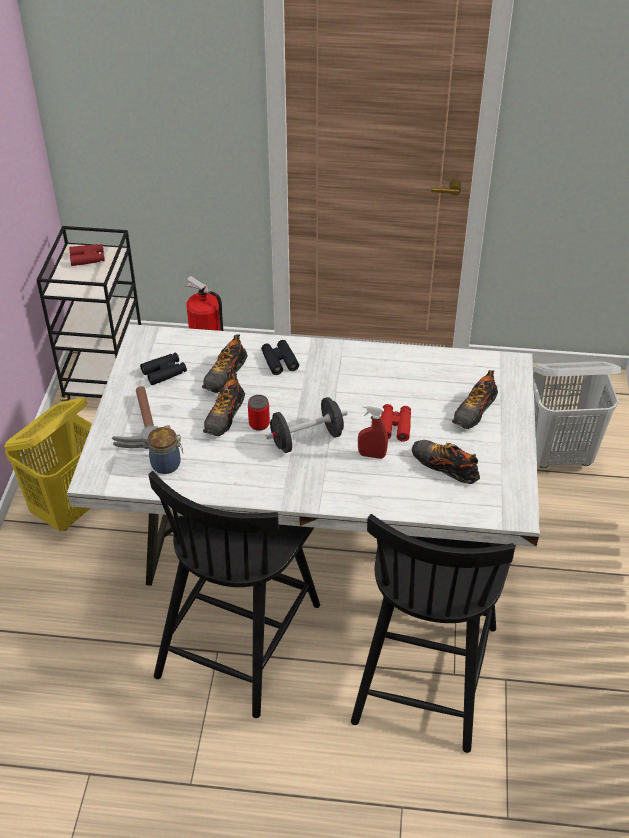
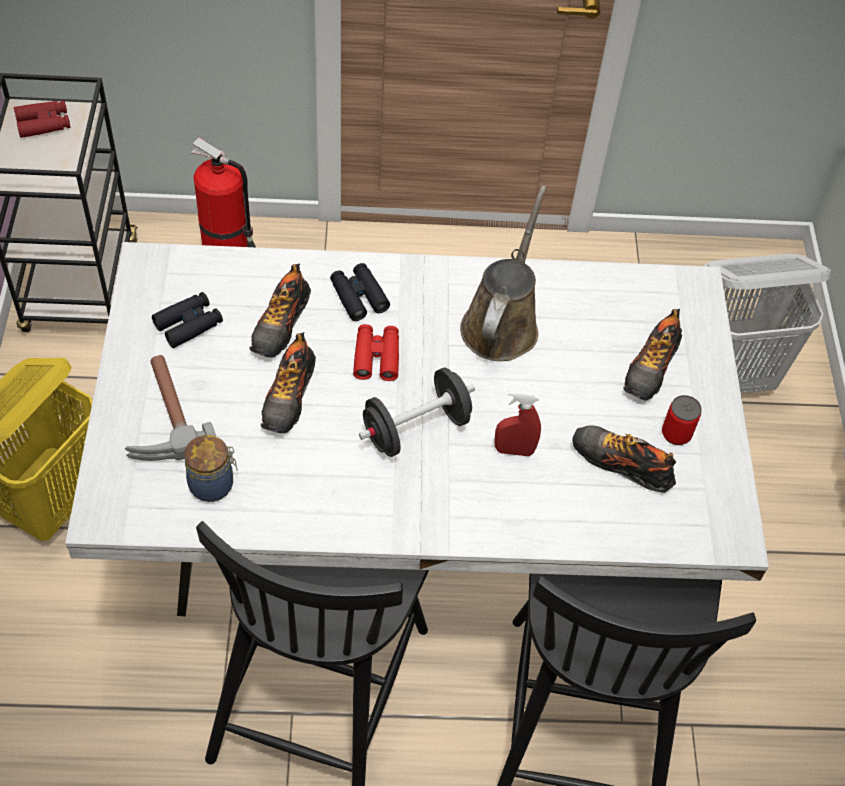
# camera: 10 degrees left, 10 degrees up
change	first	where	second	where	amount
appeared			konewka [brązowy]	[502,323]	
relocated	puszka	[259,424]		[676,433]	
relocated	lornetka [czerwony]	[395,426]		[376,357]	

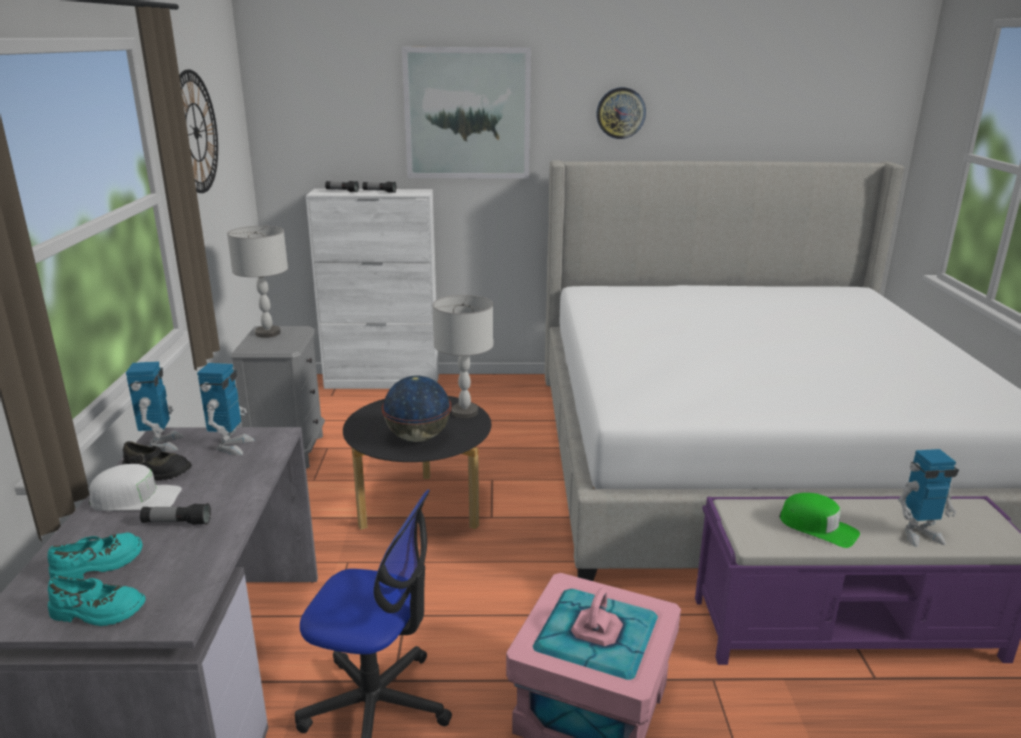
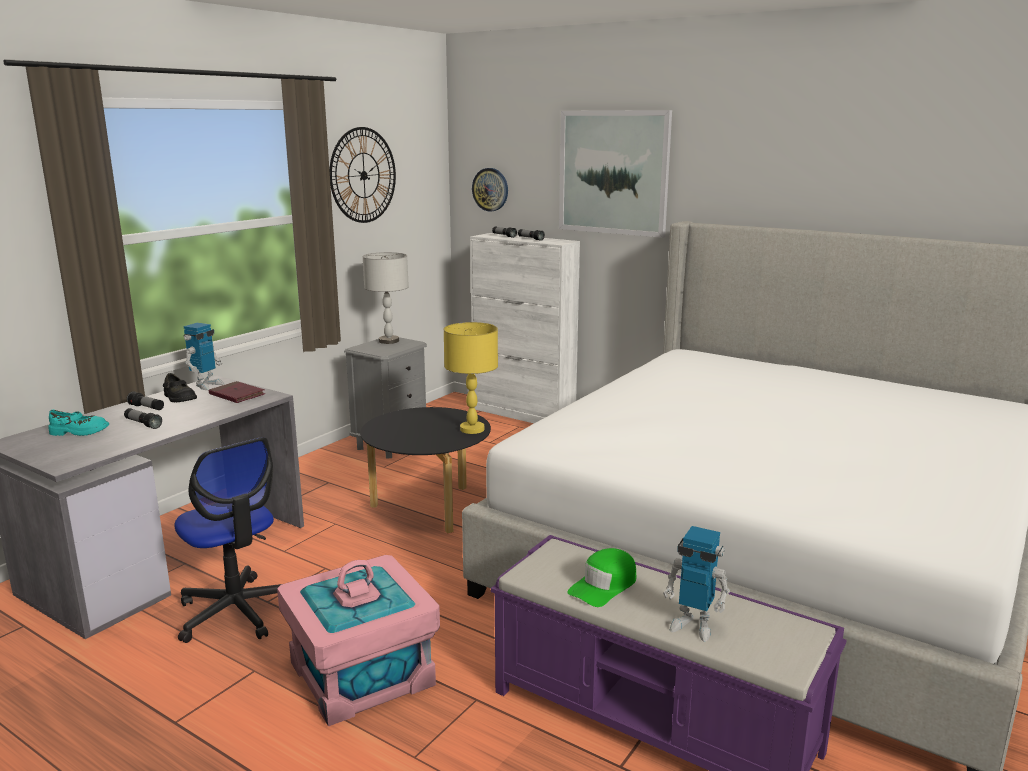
# camera: 35 degrees right, 5 degrees down
change	first	where	second	where	amount
missing	but [turkusowy]	[97,612]			
missing	globus	[417,437]			
relocated	zegar ścienny	[620,113]		[490,189]	
exchanged	czapka z daszkiem [biały]	[136,499]	latarka	[146,408]	
exchanged	robot zabawkowy	[231,446]	książka [czerwony]	[237,395]	
colour	lampa stołowa [szary]	[464,412]	lampa stołowa [żółty]	[471,429]	
spun	czapka z daszkiem [zielony]	[818,527]		[604,585]	60 degrees clockwise

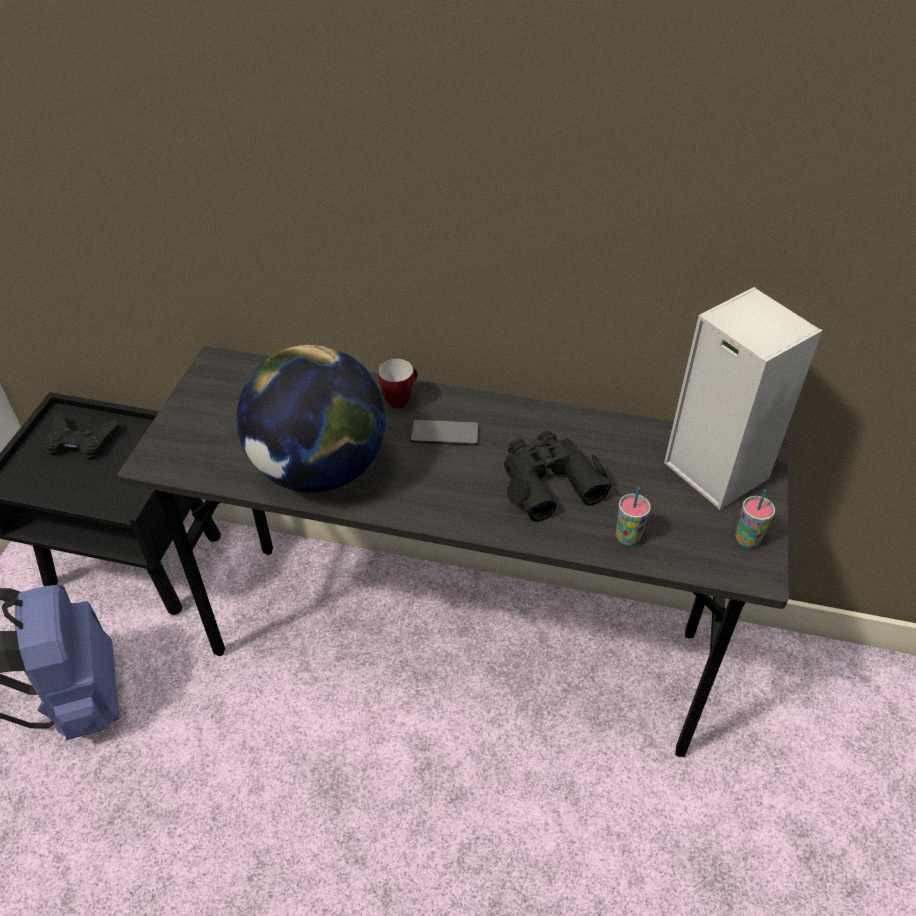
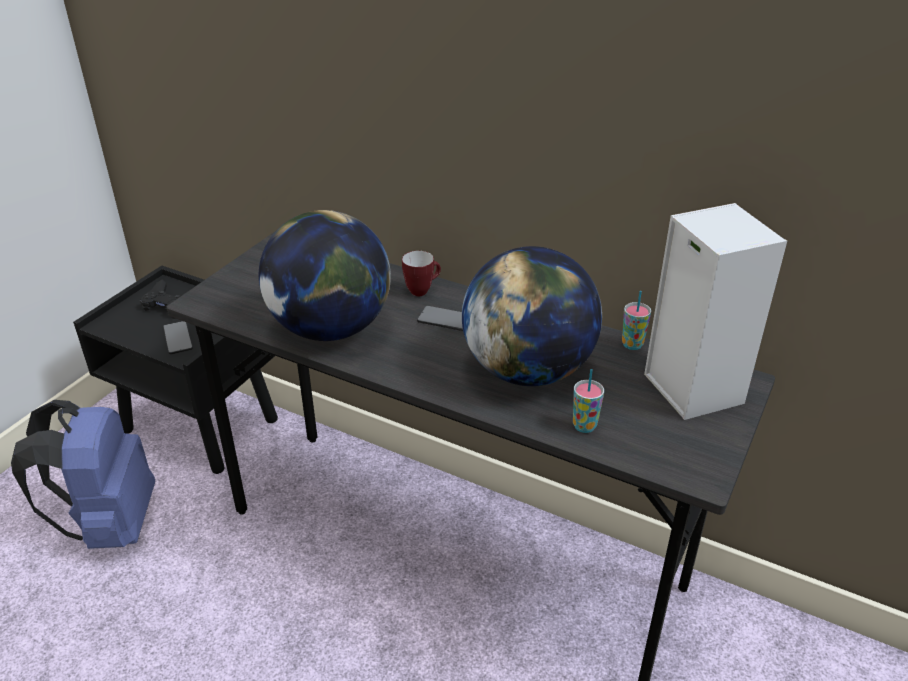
# camera: 15 degrees right, 10 degrees down
change	first	where	second	where	amount
appeared			telefon	[178,338]	
relocated	filiżanka	[747,540]		[632,345]	
exchanged	lornetka [czarny]	[548,481]	globus	[528,370]	

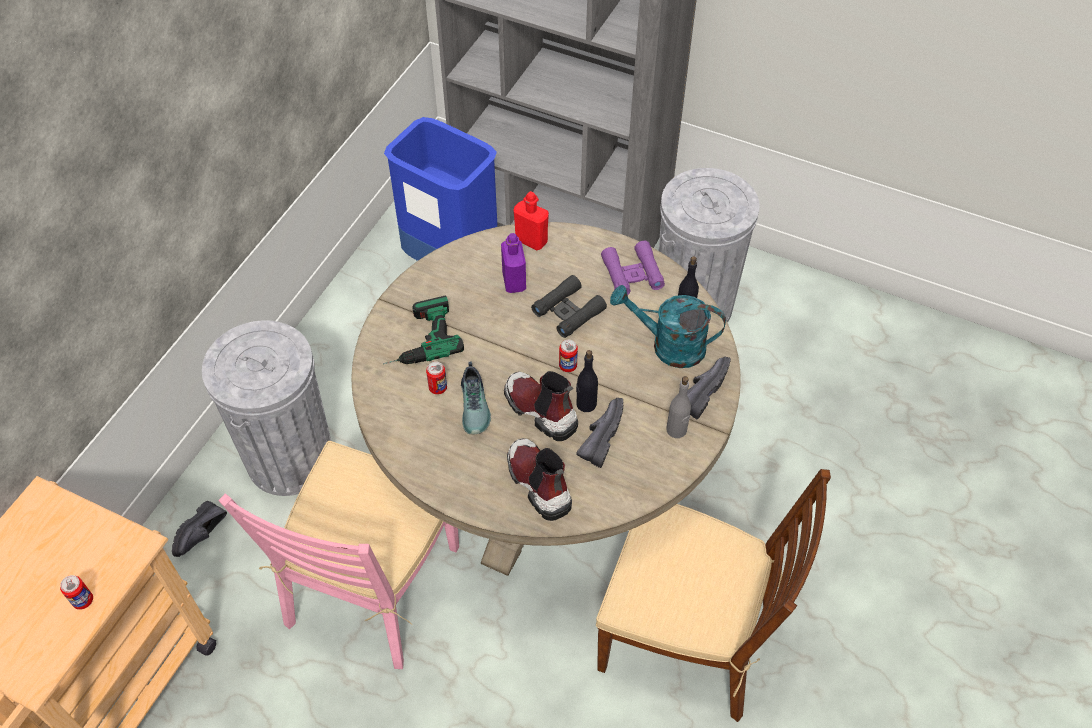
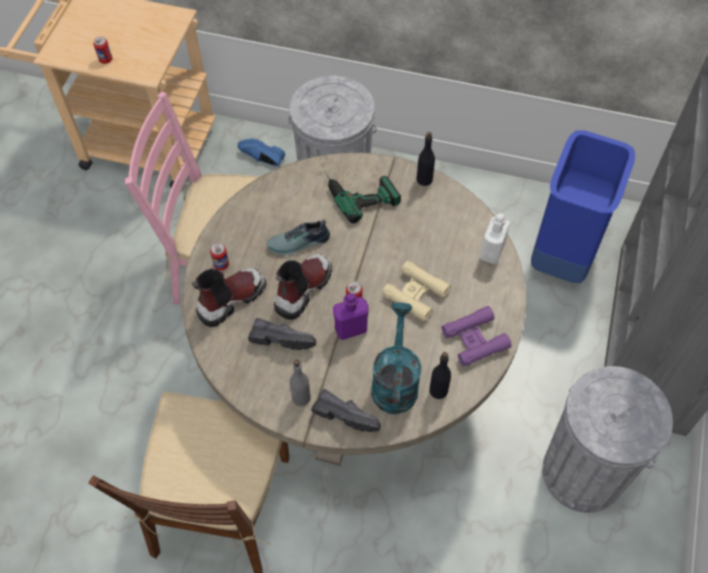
# camera: 80 degrees right, 5 degrees up
change	first	where	second	where	amount
relocated	puszka	[438,388]		[221,264]	
relocated	butelka [fioletowy]	[514,281]		[351,329]	
relocated	butelka [czarny]	[586,404]		[424,179]	
colour	but [czarny]	[203,535]	but [niebieski]	[261,159]	
colour	butelka [czerwony]	[531,240]	butelka [biały]	[492,252]	
colour	lornetka [czarny]	[568,311]	lornetka [beżowy]	[415,294]	

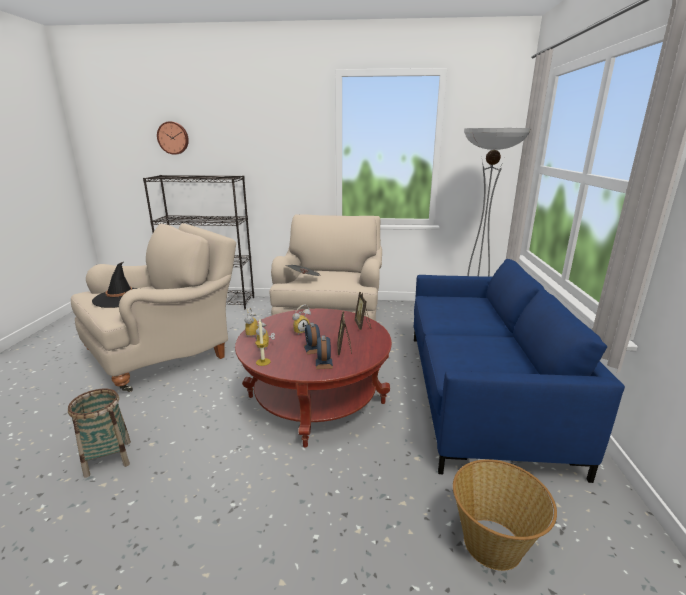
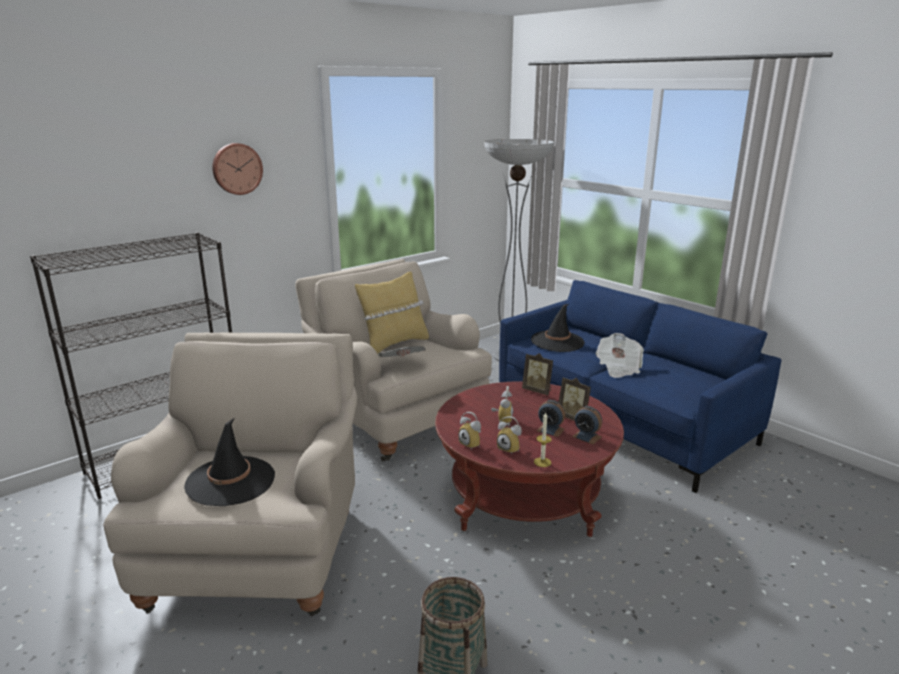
# camera: 45 degrees left, 0 degrees up
change	first	where	second	where	amount
missing	koszyk	[493,544]			
appeared			poduszka [żółty]	[394,344]	
appeared			kapelusz [czarny]	[557,341]	
appeared			gazeta	[618,368]	
relocated	zegar ścienny	[173,138]		[236,168]	

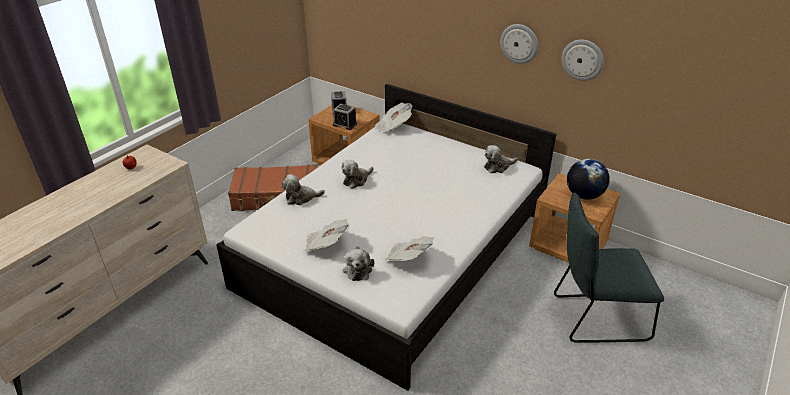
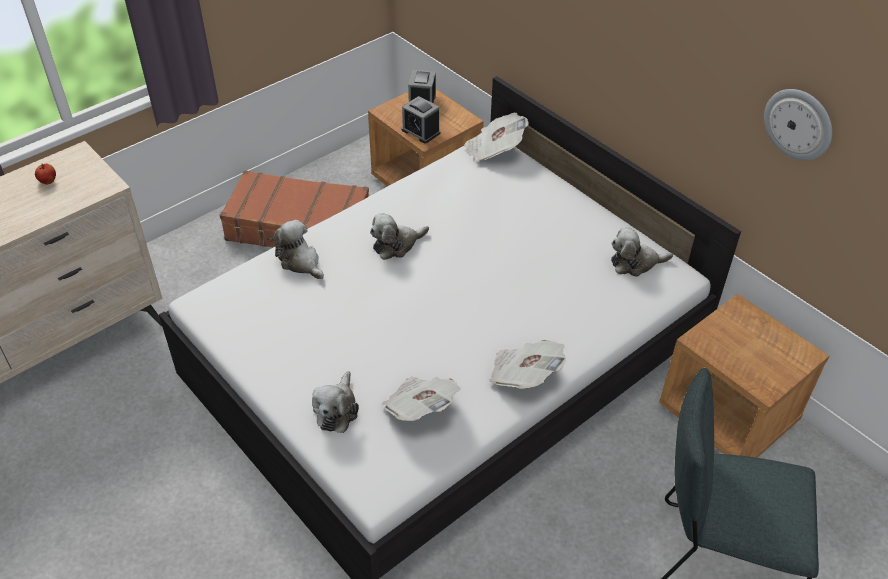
# camera: 15 degrees right, 10 degrees up
change	first	where	second	where	amount
missing	zegar ścienny	[519,43]			
missing	globus	[584,195]			
relocated	gazeta	[326,244]		[524,375]	
spun	pluszak	[301,198]		[301,262]	45 degrees clockwise

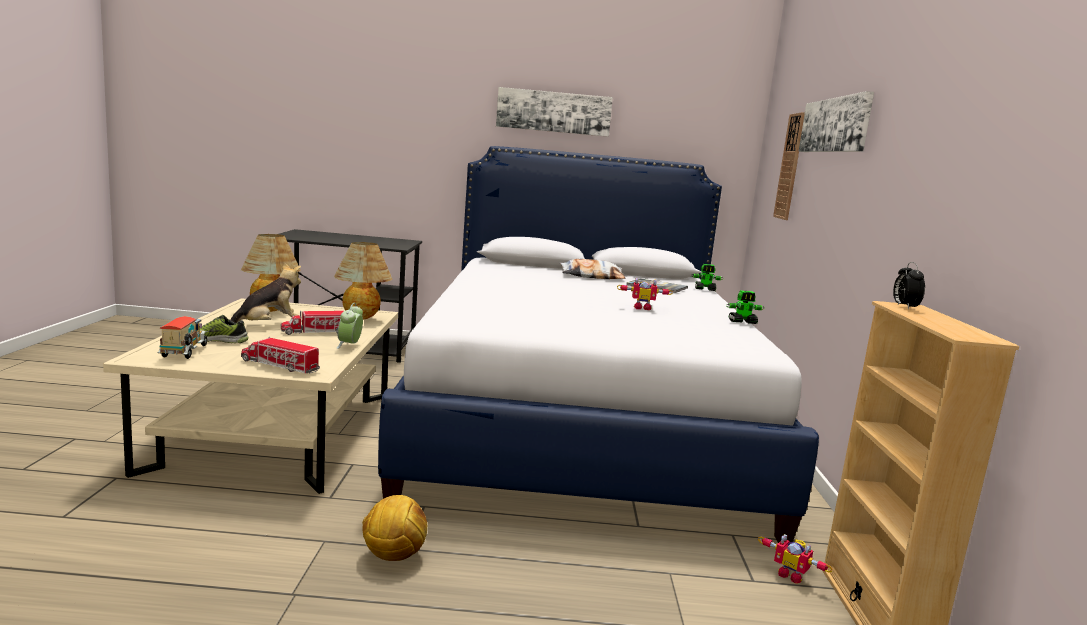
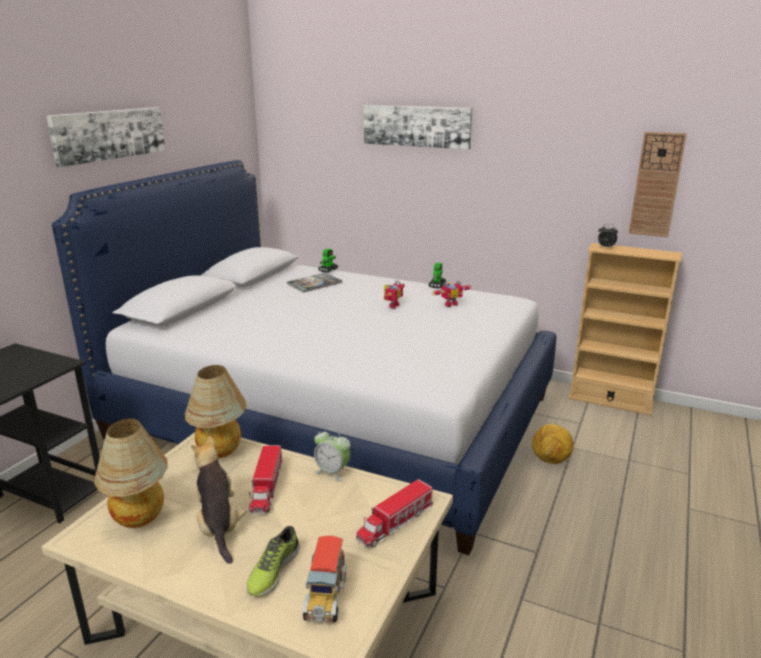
# camera: 65 degrees left, 10 degrees up
change	first	where	second	where	amount
missing	poduszka	[591,276]			
relocated	piłka futbolowa	[393,556]		[550,460]	
relocated	robot zabawkowy	[791,575]		[450,304]	
relocated	zegar ścienny	[790,166]		[656,185]	
spun	ciężarówka zabawkowa	[185,353]		[325,597]	105 degrees counterclockwise

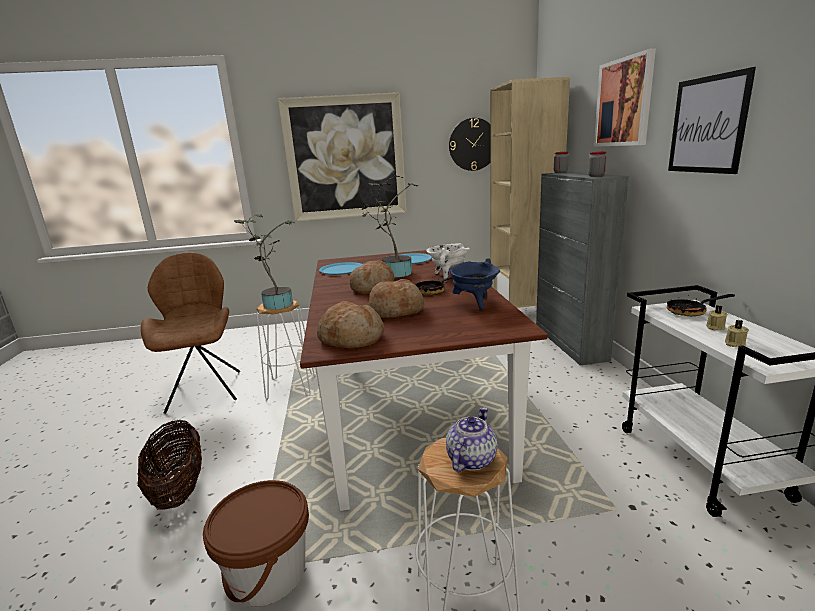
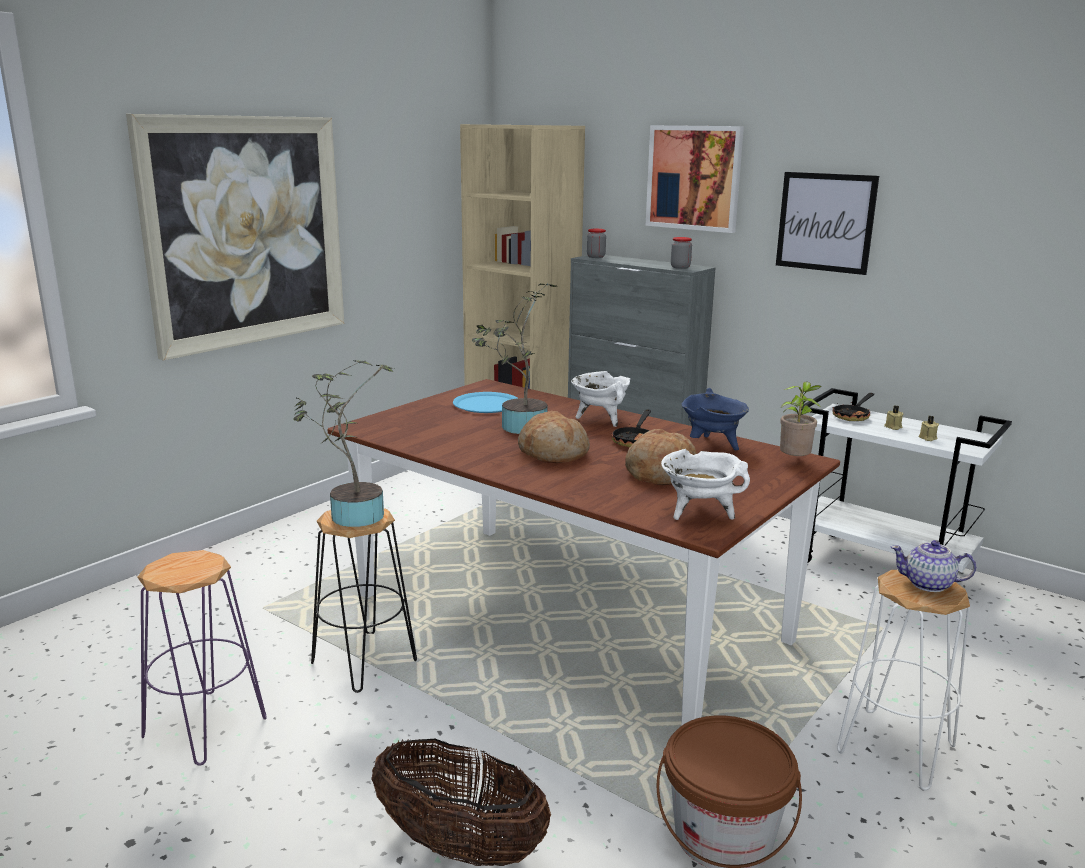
# camera: 45 degrees left, 0 degrees up
change	first	where	second	where	amount
missing	talerz [niebieski]	[341,269]			
missing	zegar ścienny	[473,144]			
appeared			roślina doniczkowa	[795,462]	
exchanged	krzesło [brązowy]	[205,389]	stołek [fioletowy]	[206,726]	
exchanged	chleb	[351,338]	garnek [biały]	[699,513]	
colour	stołek [biały]	[291,386]	stołek [czarny]	[363,661]	
spun	imbryk	[470,459]		[929,584]	60 degrees counterclockwise

